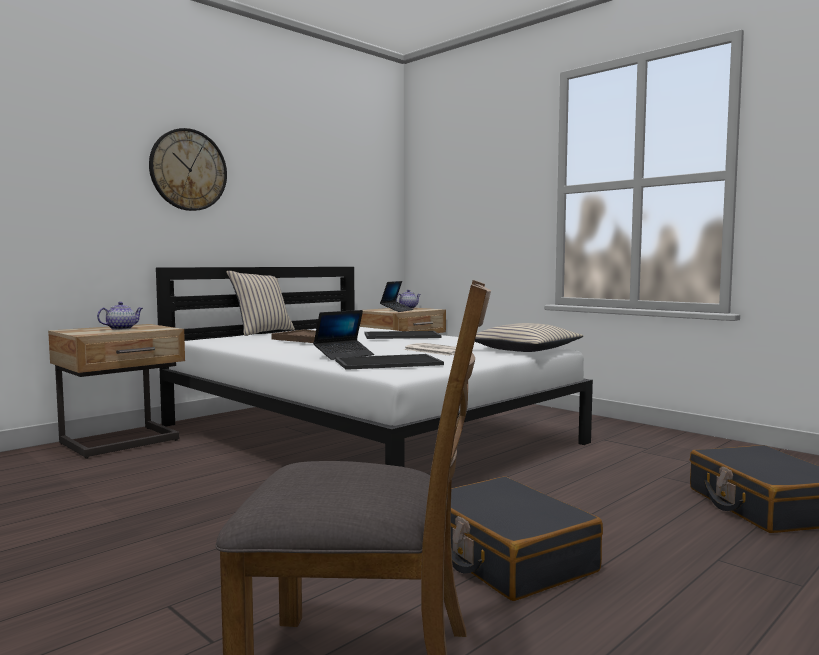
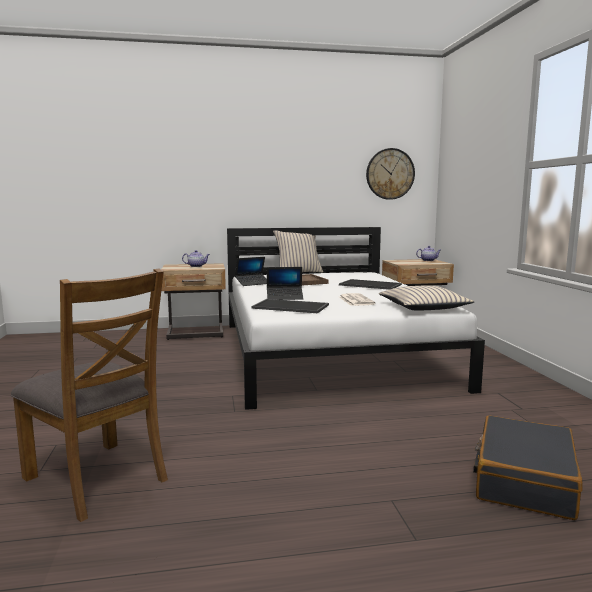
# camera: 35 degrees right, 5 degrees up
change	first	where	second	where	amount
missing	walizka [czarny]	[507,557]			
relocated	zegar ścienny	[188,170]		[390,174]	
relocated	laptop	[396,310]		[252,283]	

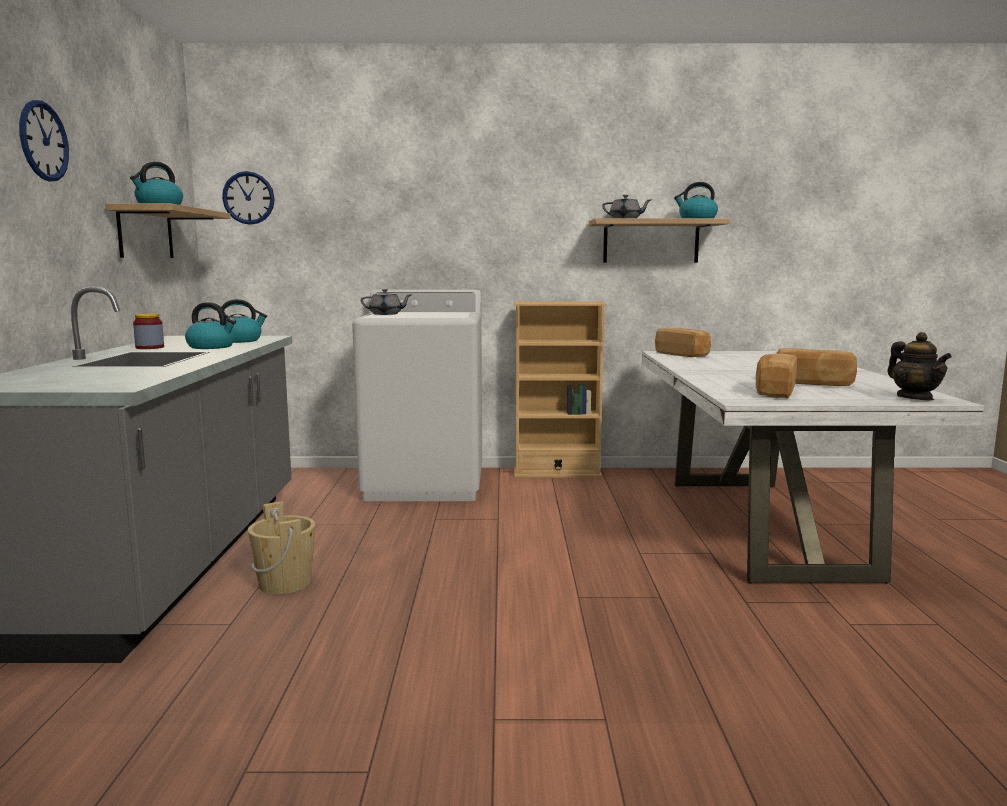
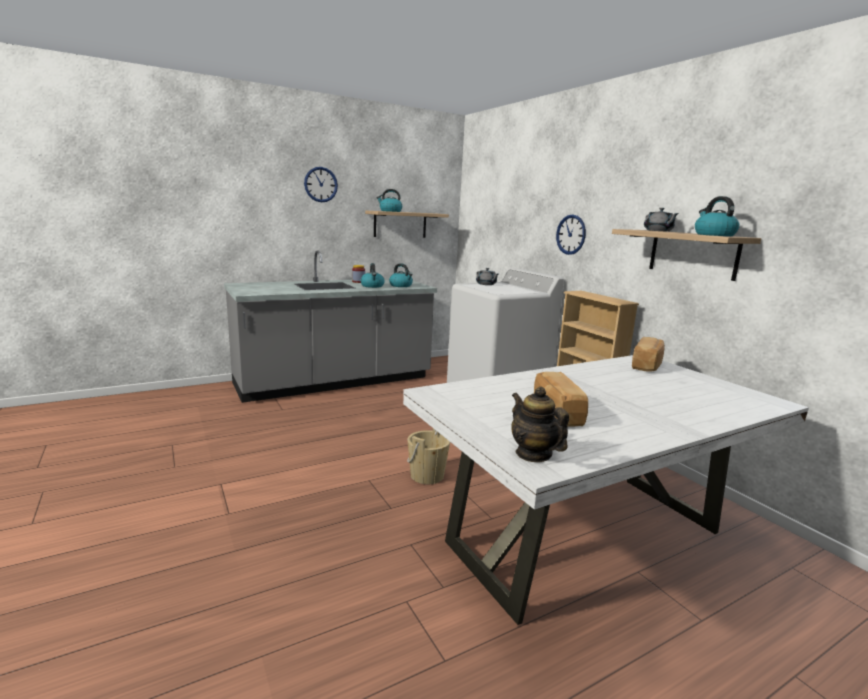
# camera: 60 degrees right, 5 degrees up
change	first	where	second	where	amount
missing	chleb	[774,392]			
relocated	zegar ścienny	[248,198]		[571,234]	
relocated	wiadro [beżowy]	[285,583]		[427,475]	
spun	imbryk	[915,398]		[533,454]	105 degrees clockwise

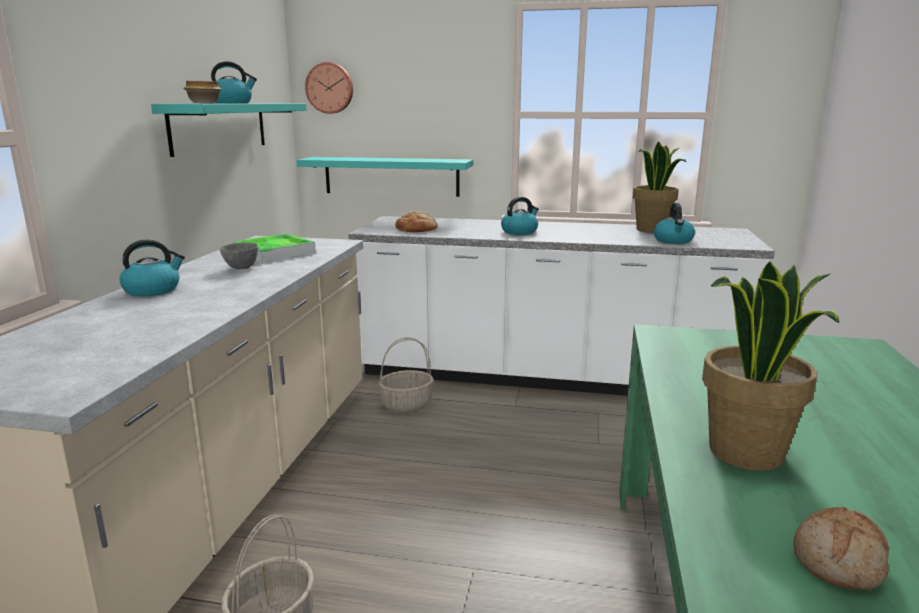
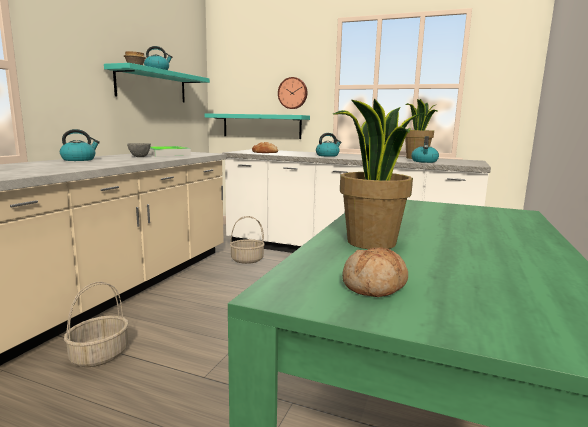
# camera: 10 degrees right, 5 degrees down
change	first	where	second	where	amount
relocated	zegar ścienny	[330,88]		[293,93]	

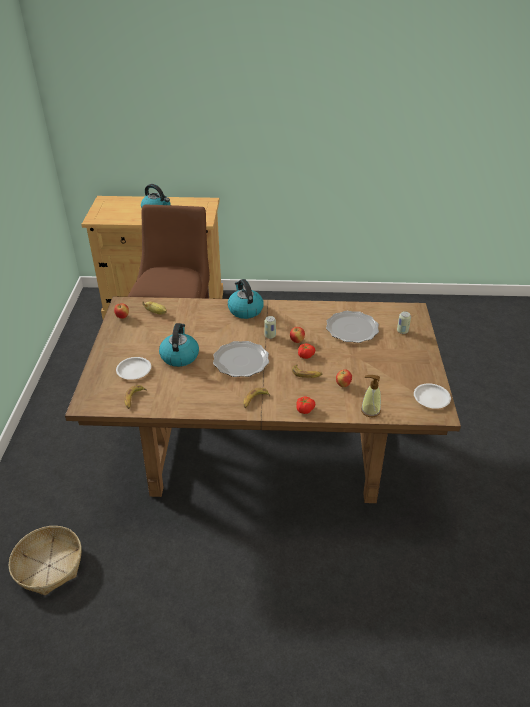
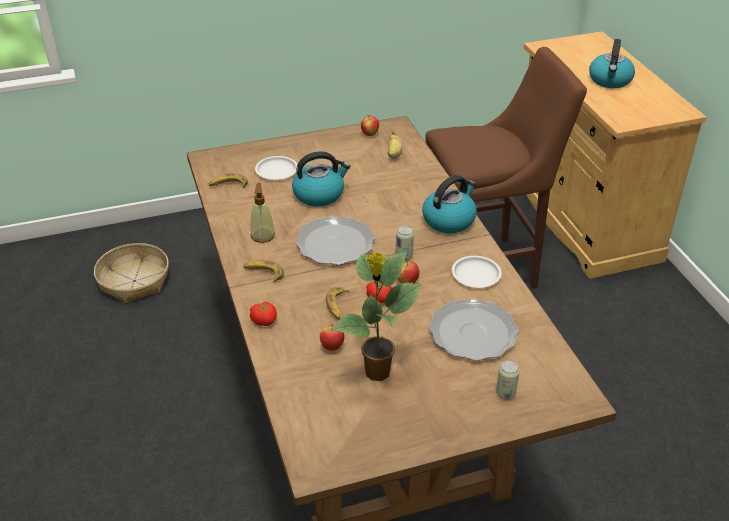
# camera: 70 degrees right, 0 degrees up
change	first	where	second	where	amount
appeared			roślina doniczkowa	[377,373]	
relocated	dozownik mydła	[370,411]		[262,235]	
relocated	talerz [biały]	[431,398]		[475,274]	

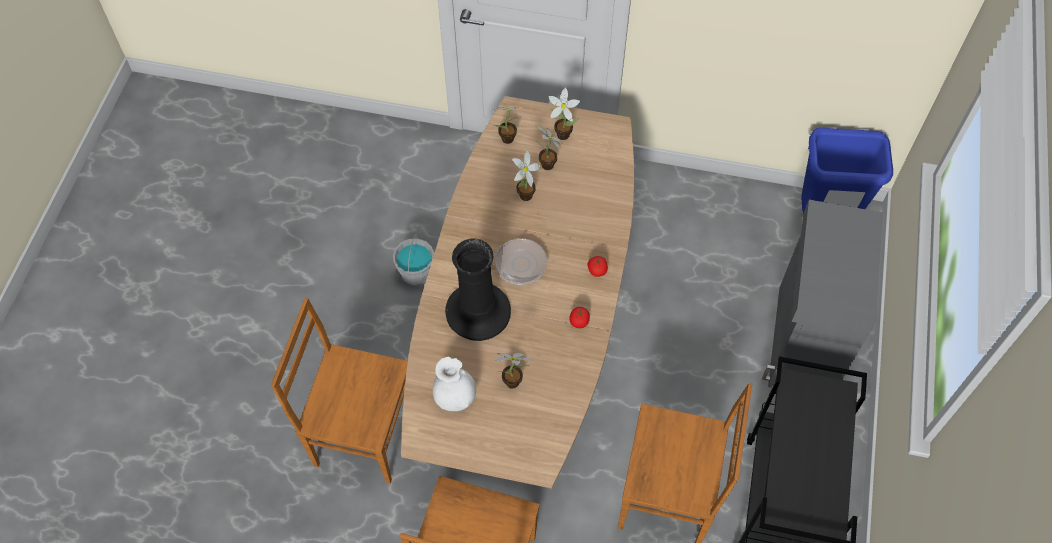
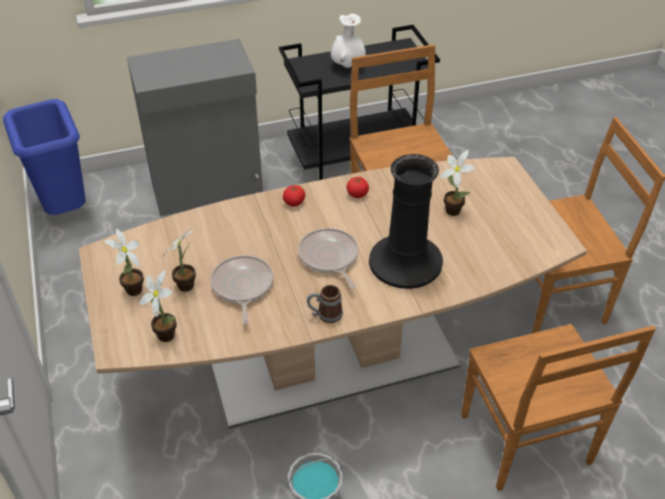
# camera: 120 degrees left, 15 degrees down
change	first	where	second	where	amount
appeared			kubek	[325,315]	
relocated	wazon [biały]	[455,397]		[348,67]	
exchanged	roślina doniczkowa	[524,197]	patelnia	[242,287]	

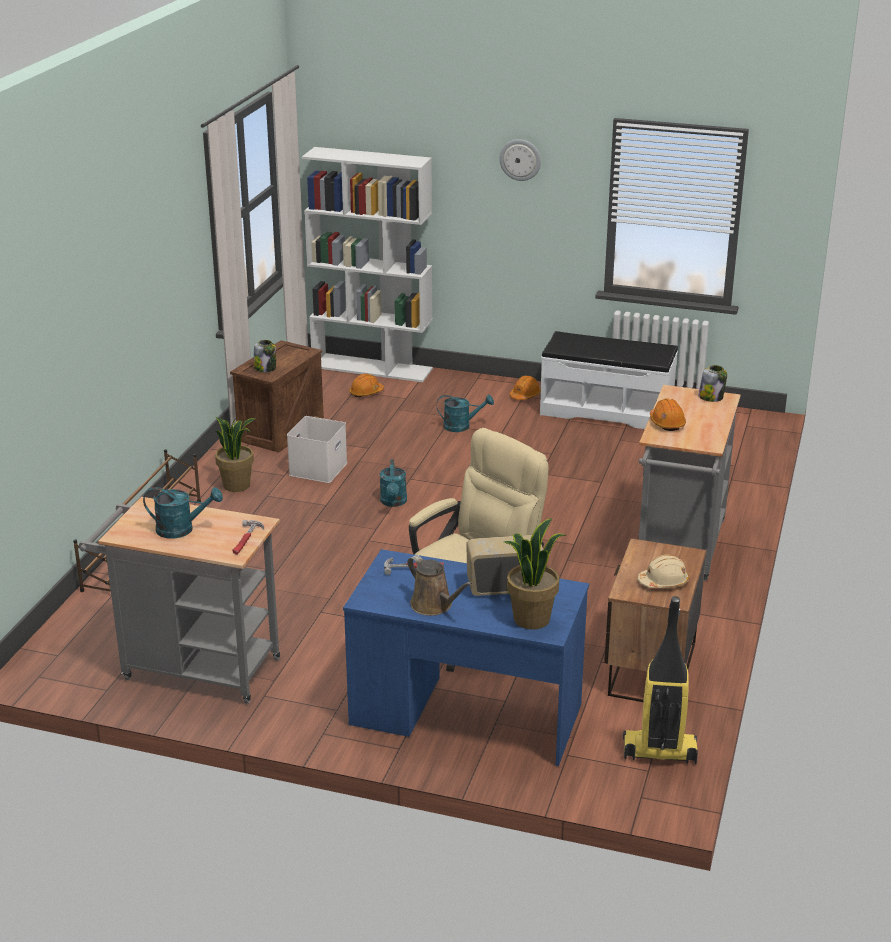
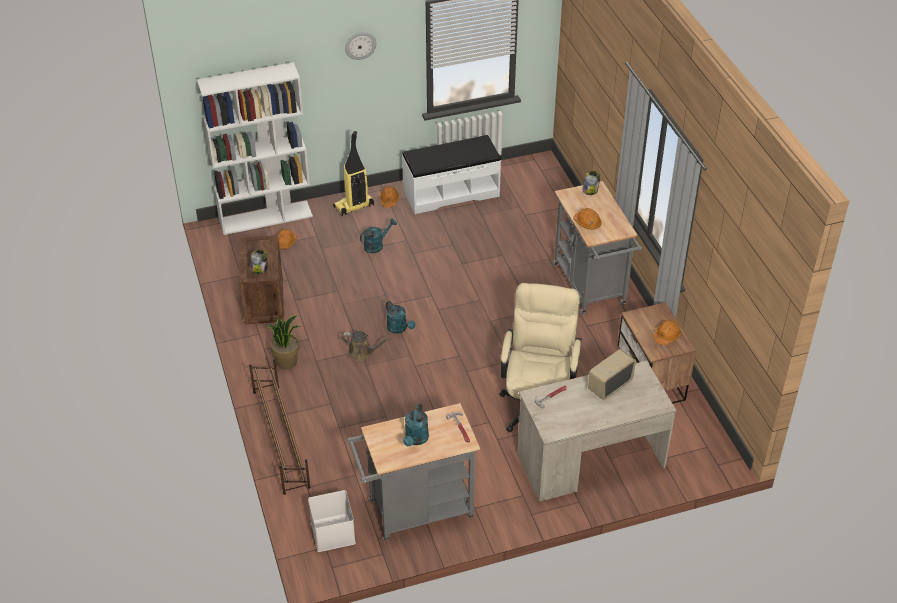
# camera: 35 degrees left, 15 degrees up
change	first	where	second	where	amount
missing	roślina doniczkowa	[531,618]			
relocated	pojemnik do przechowywania [biały]	[317,468]		[332,532]	
relocated	konewka [brązowy]	[434,605]		[362,353]	
relocated	odkurzacz	[659,752]		[354,206]	
colour	biurko [niebieski]	[465,715]	biurko [beżowy]	[590,461]	
colour	kask [beżowy]	[663,582]	kask [pomarańczowy]	[666,336]	
spun	konewka [turkusowy]	[182,529]		[416,439]	135 degrees clockwise

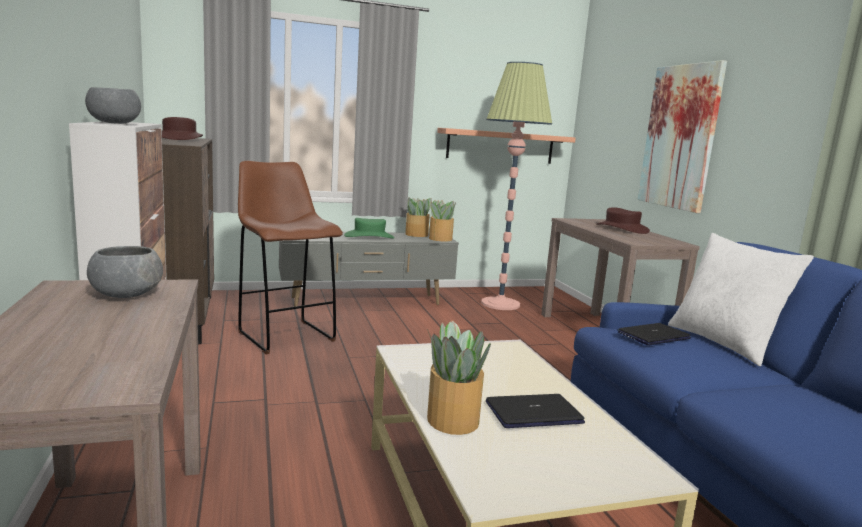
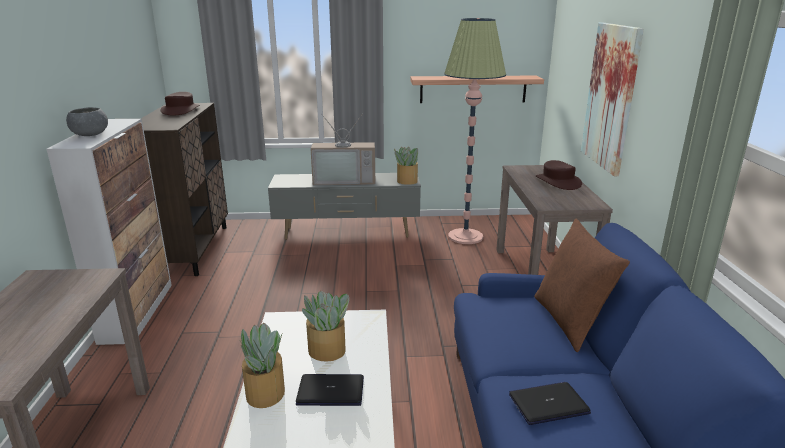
# camera: 15 degrees right, 10 degrees up
change	first	where	second	where	amount
missing	miska [szary]	[126,295]			
missing	stołek [brązowy]	[285,335]			
relocated	roślina doniczkowa	[417,235]		[327,351]	
relocated	laptop	[653,335]		[548,404]	
exchanged	kapelusz [zielony]	[369,236]	telewizor	[345,180]	
colour	poduszka [biały]	[724,343]	poduszka [brązowy]	[570,321]	

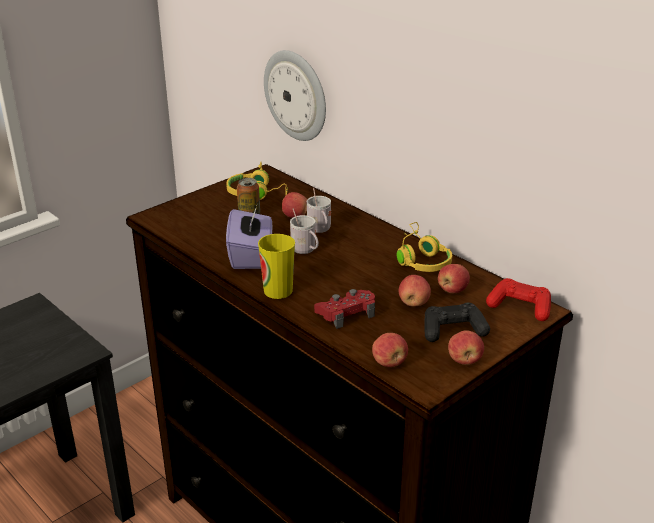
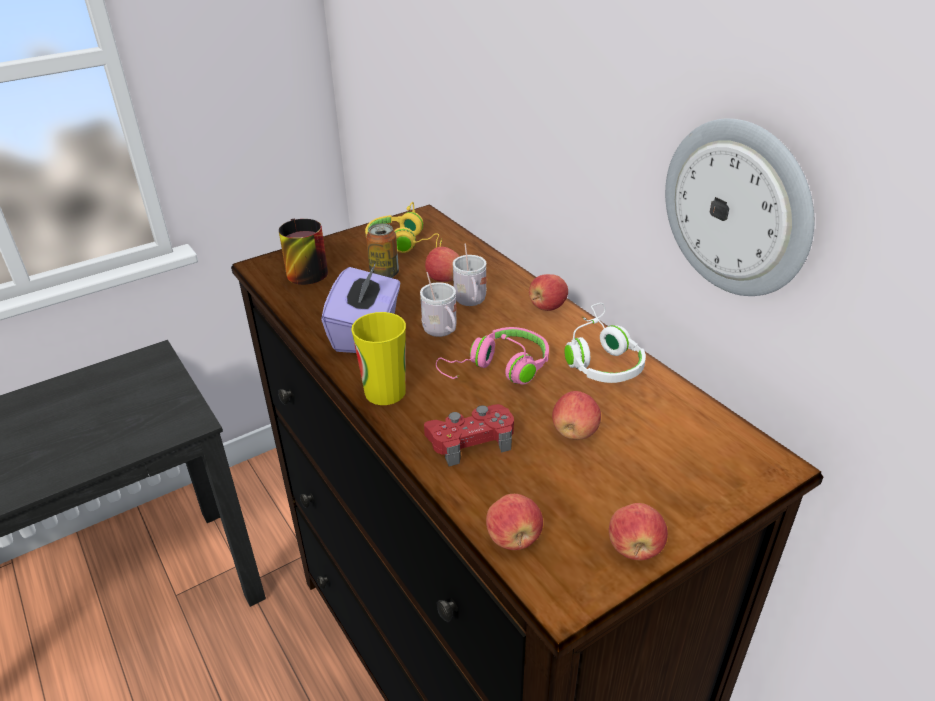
# camera: 10 degrees right, 5 degrees up
change	first	where	second	where	amount
missing	pad do gier [czarny]	[453,330]			
missing	pad do gier [czerwony]	[520,307]			
appeared			kubek	[301,271]	
appeared			słuchawki [różowy]	[499,369]	
relocated	zegar ścienny	[296,95]		[738,208]	
relocated	jabłko	[452,290]		[547,307]	
colour	słuchawki [żółty]	[421,259]	słuchawki [biały]	[601,358]	

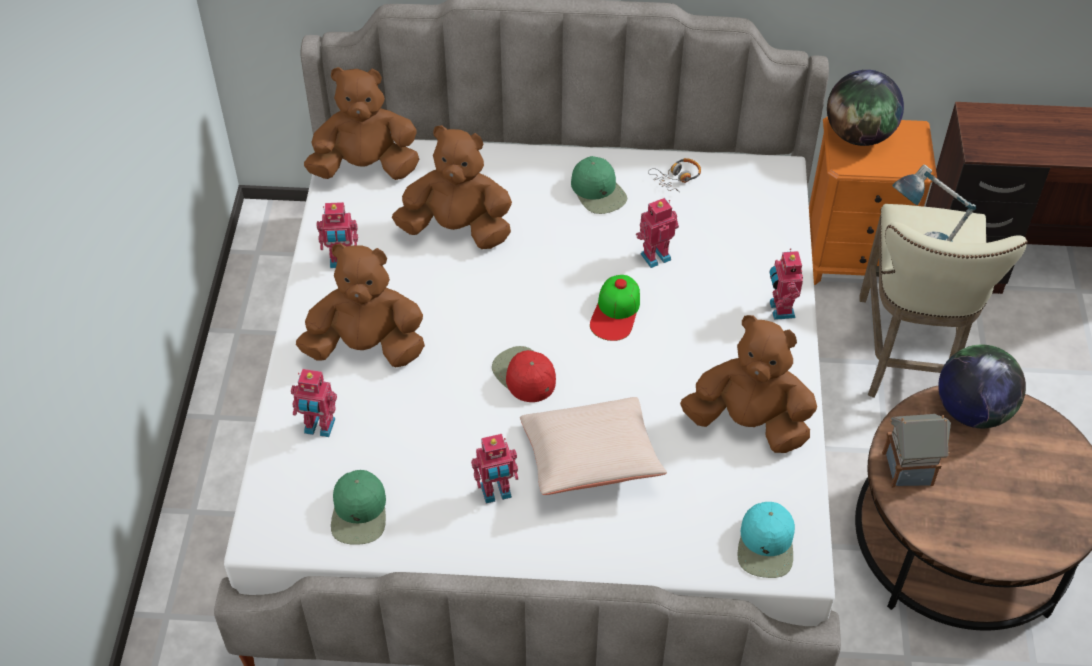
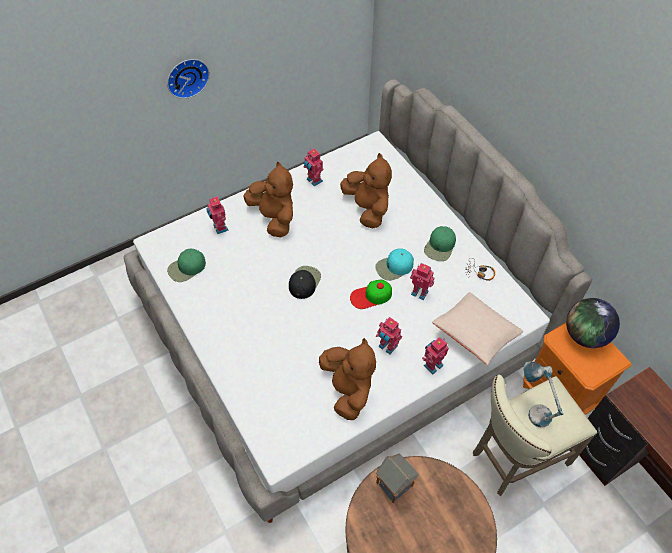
# camera: 55 degrees right, 5 degrees up
change	first	where	second	where	amount
missing	pluszak [brązowy]	[366,167]			
missing	globus	[972,410]			
appeared			zegar ścienny	[186,76]	
relocated	robot zabawkowy	[496,492]		[387,347]	
relocated	poduszka [beżowy]	[590,458]		[475,334]	
relocated	czapka z daszkiem [turkusowy]	[766,545]		[394,267]	
colour	czapka z daszkiem [czerwony]	[523,375]	czapka z daszkiem [czarny]	[304,282]	

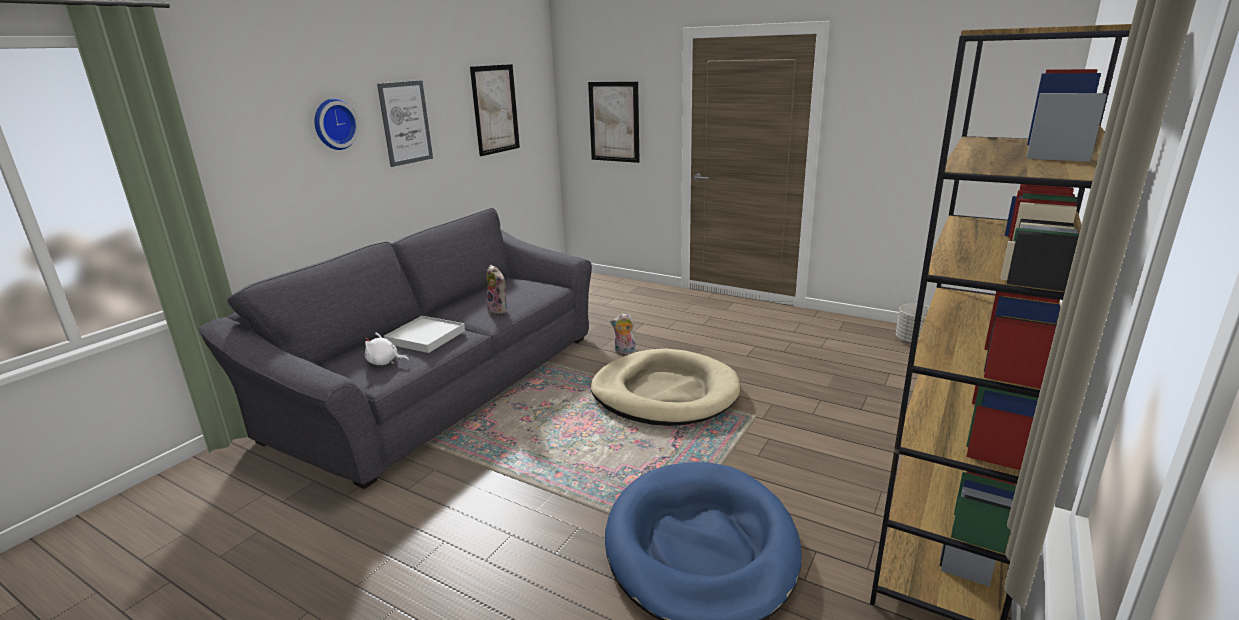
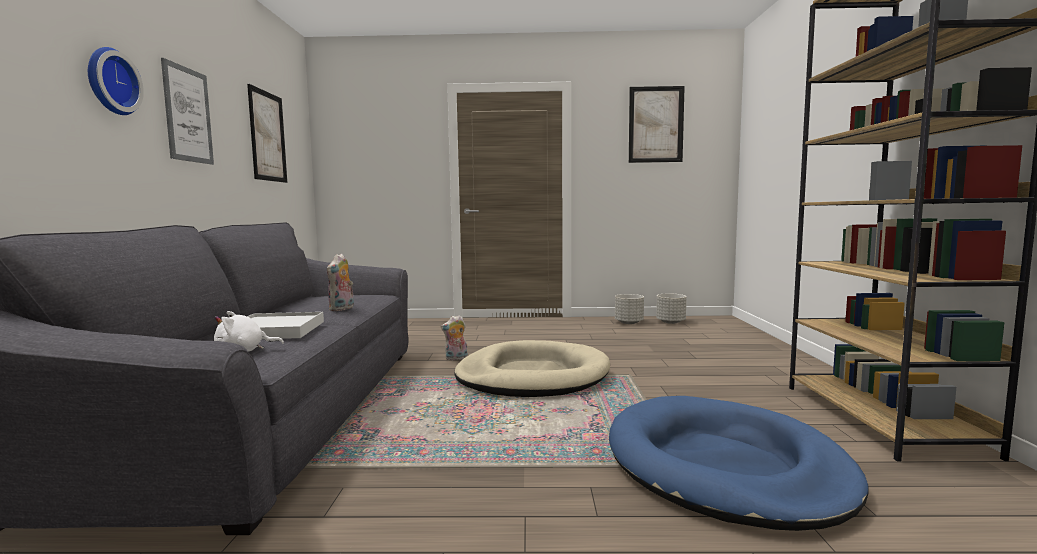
# camera: 30 degrees left, 15 degrees down
change	first	where	second	where	amount
appeared			donica [szary]	[628,322]	
relocated	obraz	[614,122]		[656,124]	
spun	pluszak	[499,310]		[342,309]	90 degrees clockwise

